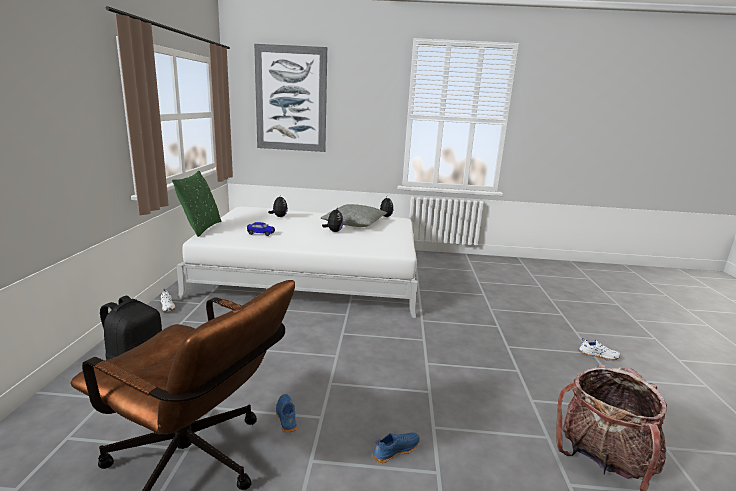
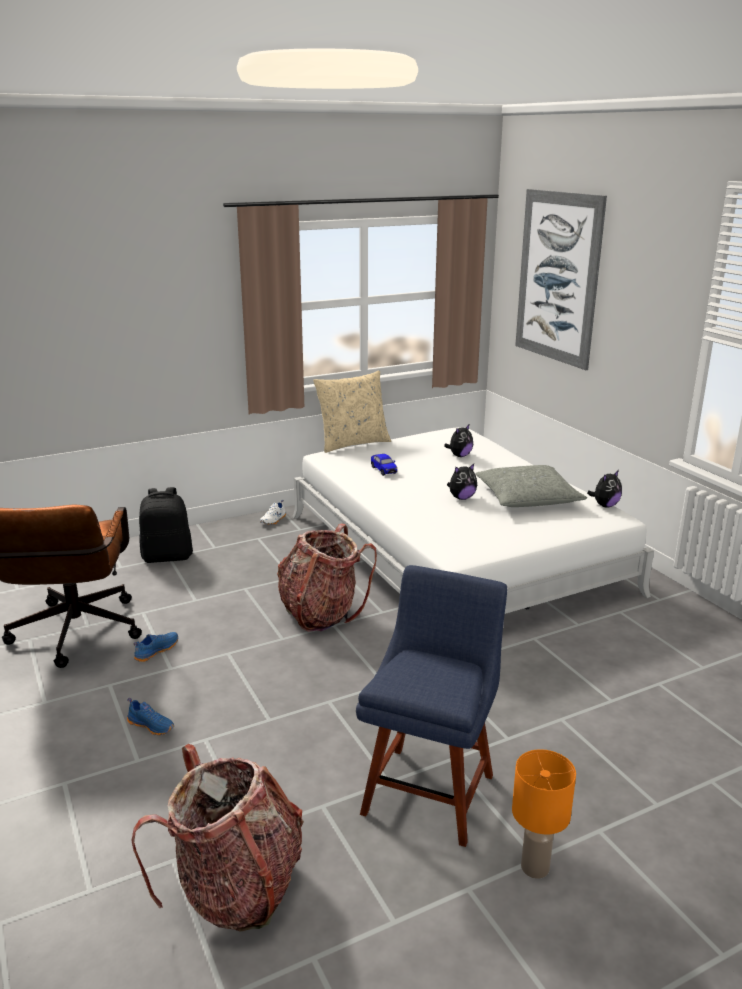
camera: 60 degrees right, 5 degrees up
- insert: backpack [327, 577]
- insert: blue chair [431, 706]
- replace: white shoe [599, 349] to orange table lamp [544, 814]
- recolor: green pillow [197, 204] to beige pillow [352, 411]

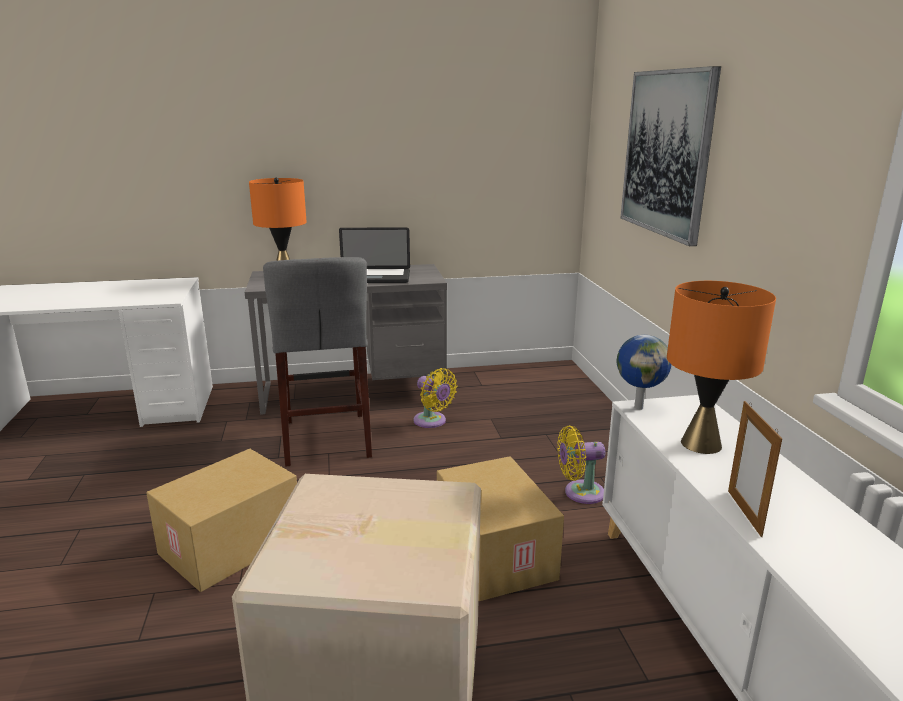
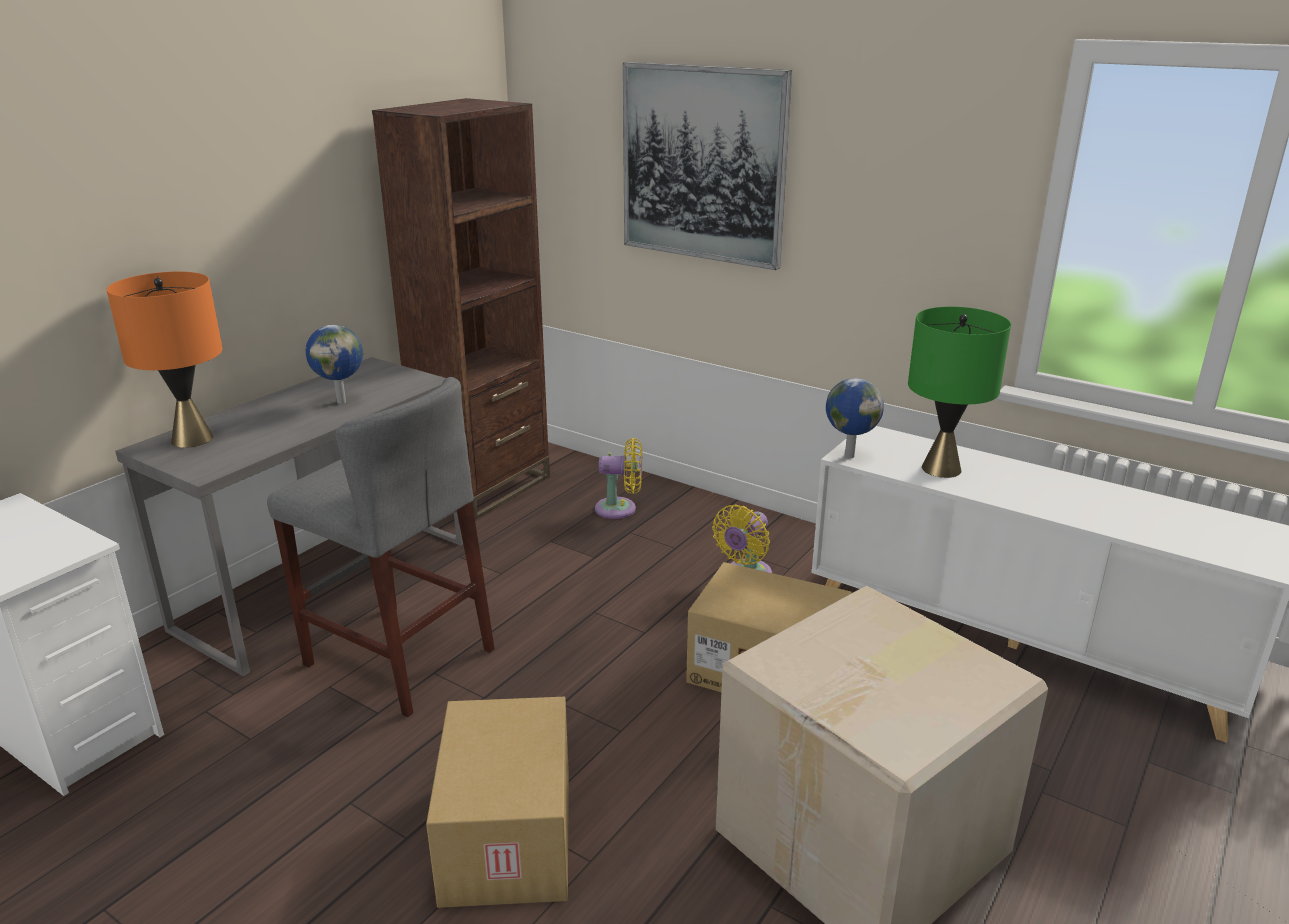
camera: 45 degrees left, 5 degrees up
- delete: picture frame [755, 469]
- insert: brown bookcase [461, 309]
- move: yellow fan [435, 398] to [618, 478]
- replace: laptop [374, 255] to globe [334, 364]
- recolor: orange table lamp [721, 367] to green table lamp [959, 392]

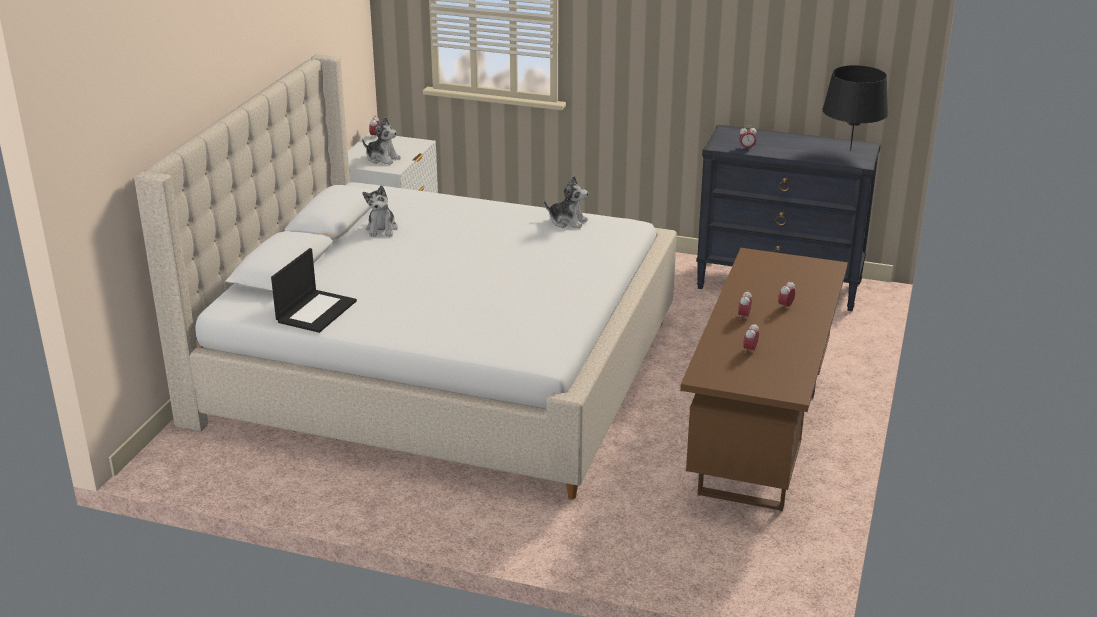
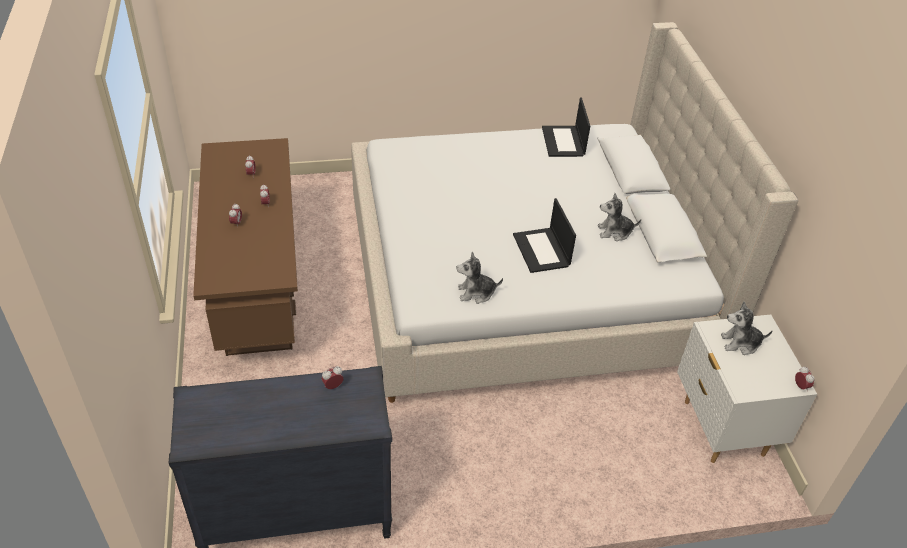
camera: 150 degrees right, 15 degrees up
- delete: black table lamp [855, 108]
- insert: laptop [544, 235]
- rotate: plush toy [380, 211] = [619, 217] 60 degrees counterclockwise

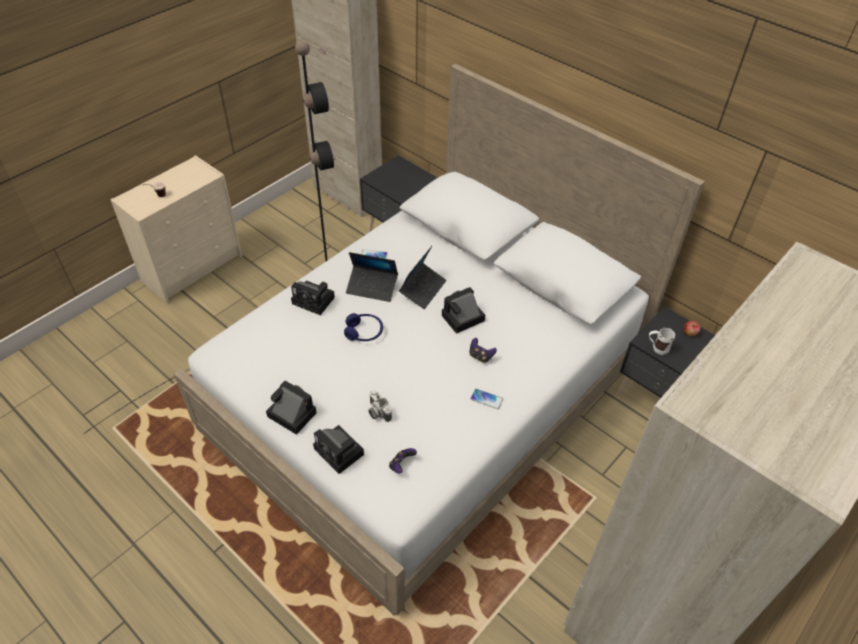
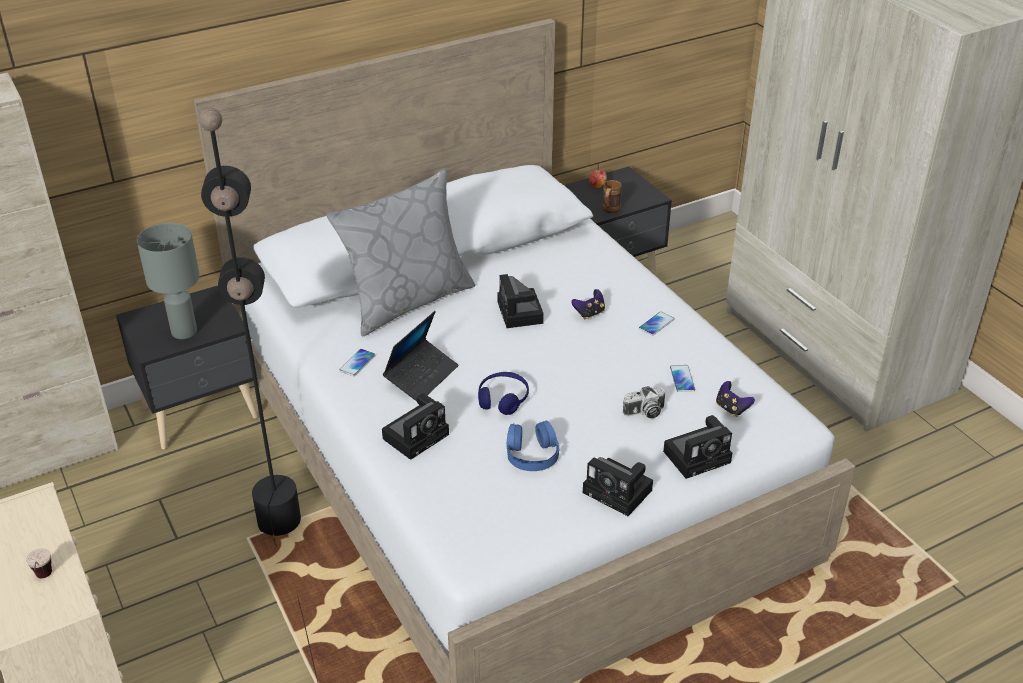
camera: 70 degrees left, 10 degrees down
- delete: laptop [423, 277]
- insert: grey table lamp [168, 281]
- insert: grey pillow [401, 252]
- insert: blue headphones [532, 445]
- insert: phone [682, 378]
- recolor: white mug [662, 341] to brown mug [612, 196]
- rotate: photo camera [291, 408] = [618, 486] 105 degrees counterclockwise

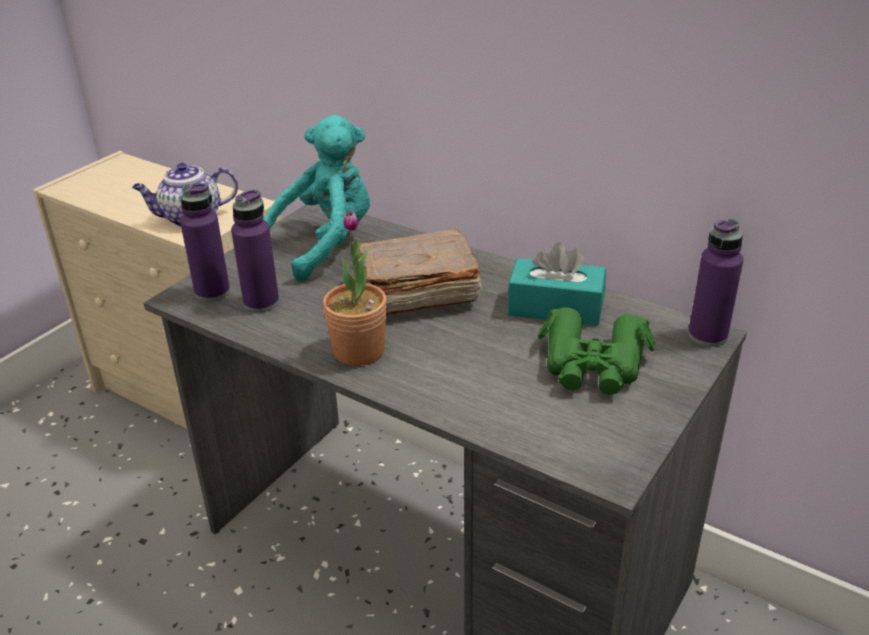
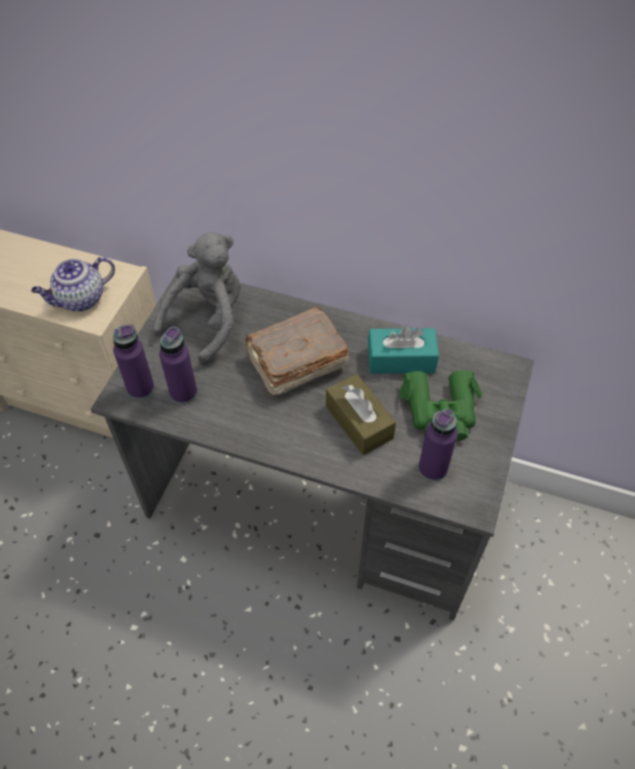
camera: 15 degrees left, 20 degrees up
- delete: potted plant [355, 288]
- insert: brown tissue box [361, 414]
- move: purple bottle [715, 282] to [438, 444]
- recolor: turquoise plush toy [316, 198] to grey plush toy [196, 298]

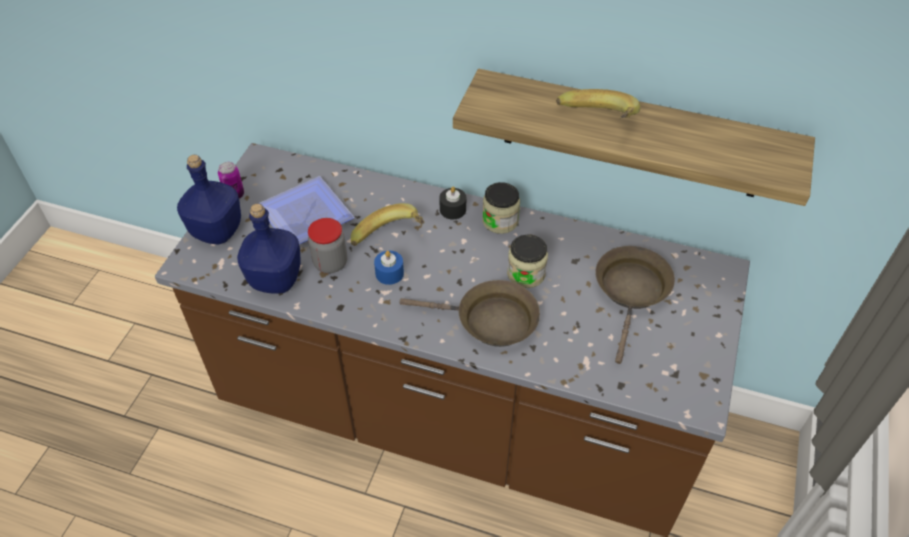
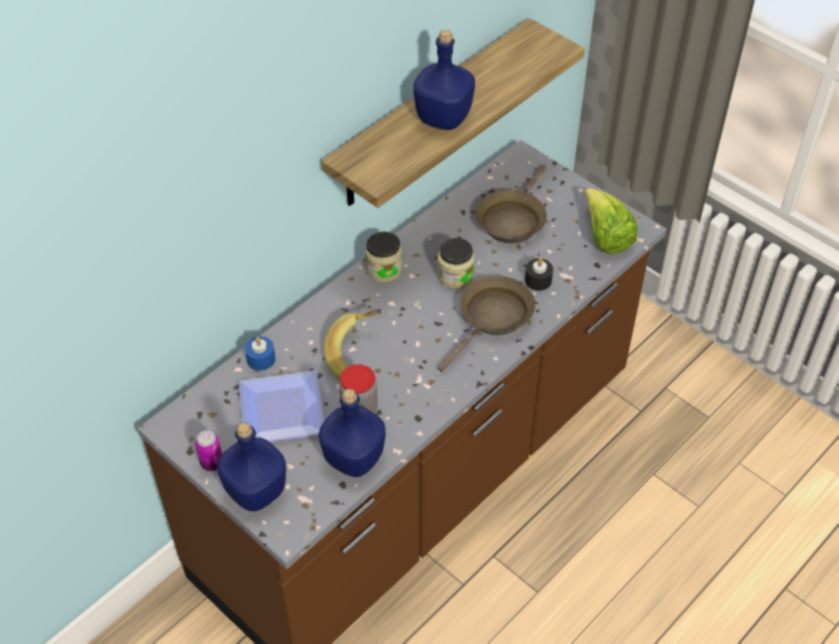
camera: 65 degrees left, 0 degrees up
- insert: lettuce [611, 221]
- move: blue candle [389, 268] to [260, 353]
- move: black candle [452, 203] to [539, 274]
- replace: banana [598, 104] to blue bottle [444, 80]
- rotate: brown frying pan [635, 305] = [511, 203] 105 degrees counterclockwise

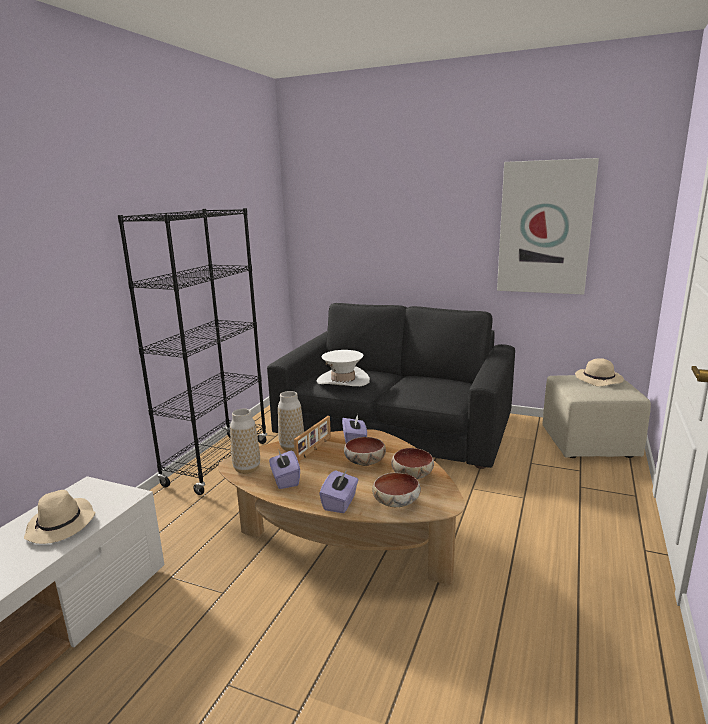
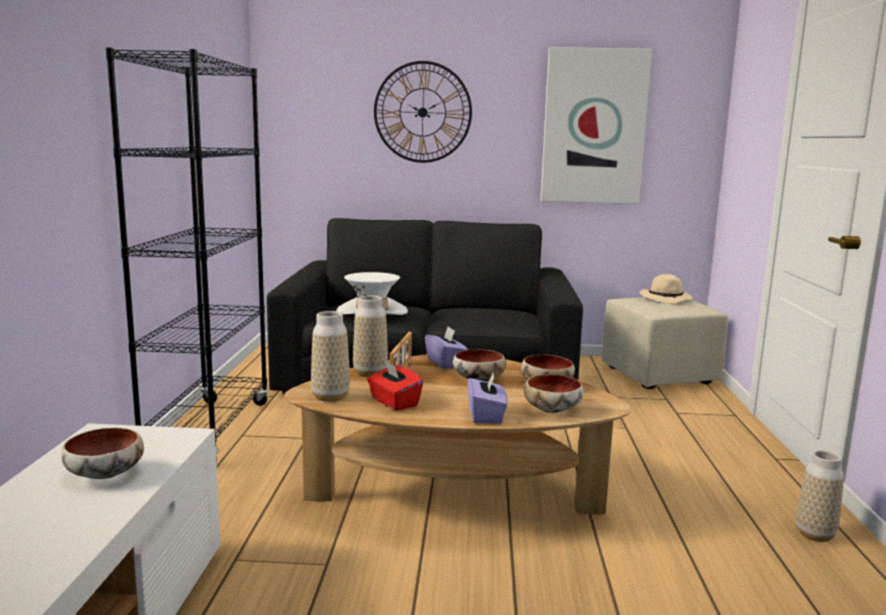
camera: 20 degrees left, 5 degrees down
- insert: wall clock [423, 112]
- insert: vase [820, 496]
- replace: beige hat [59, 517] to bowl [102, 453]
- recolor: purple tissue box [284, 469] to red tissue box [395, 385]

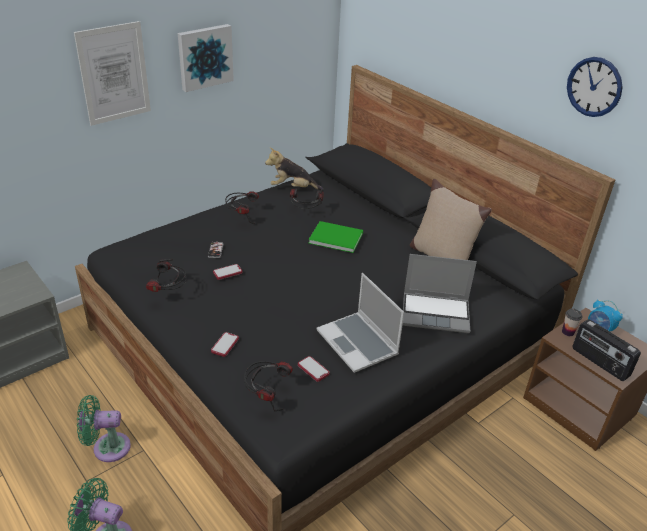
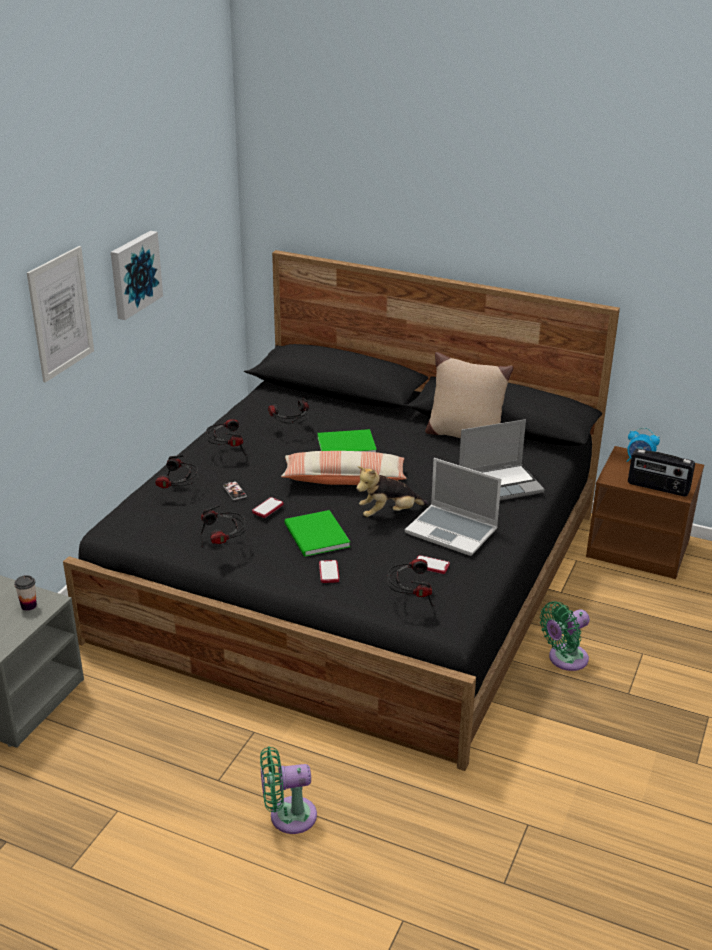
camera: 25 degrees left, 5 degrees down
- delete: wall clock [595, 87]
- insert: headphones [177, 472]
- insert: pillow [343, 468]
- insert: green book [317, 533]
- move: green fan [104, 428] to [565, 636]
- move: plush toy [294, 168] to [392, 491]
- move: cup [572, 322] to [25, 593]

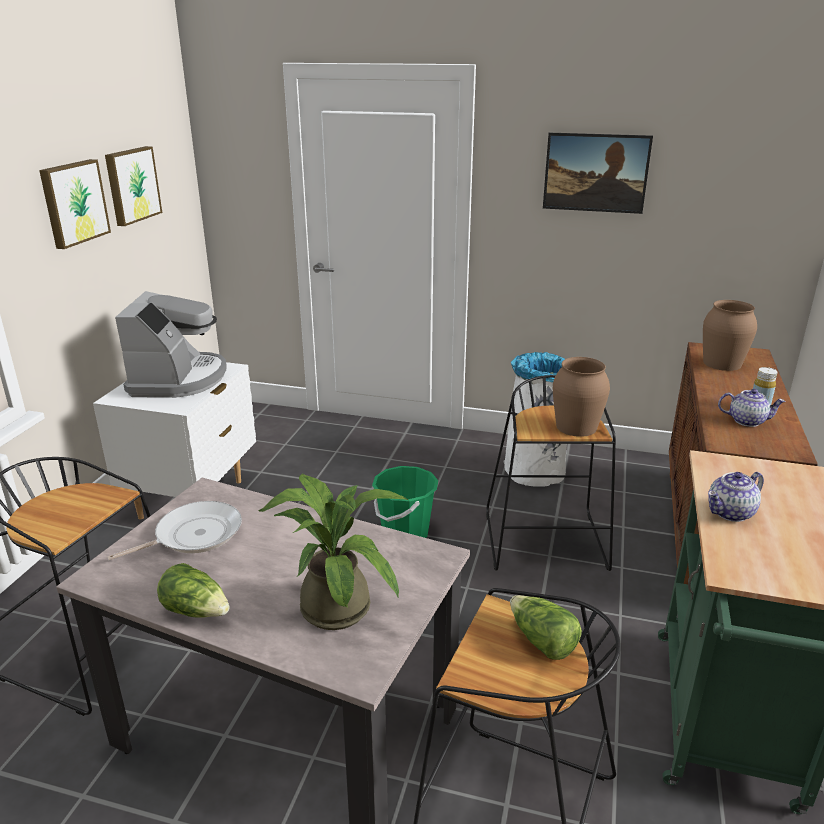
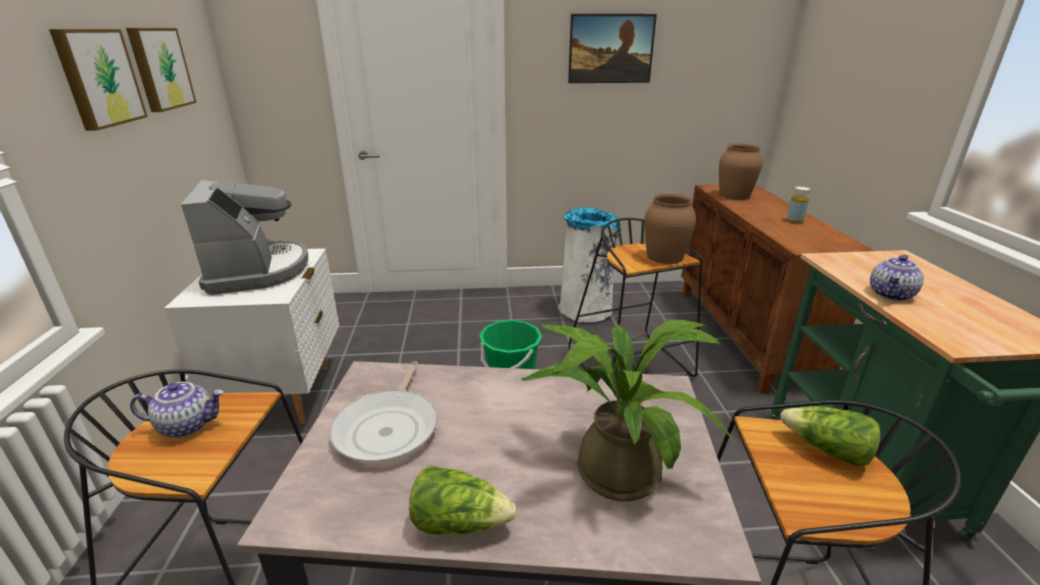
camera: 20 degrees left, 0 degrees up
- move: teapot [752, 408] to [177, 410]
- rotate: frying pan [174, 530] = [383, 412] 150 degrees clockwise

